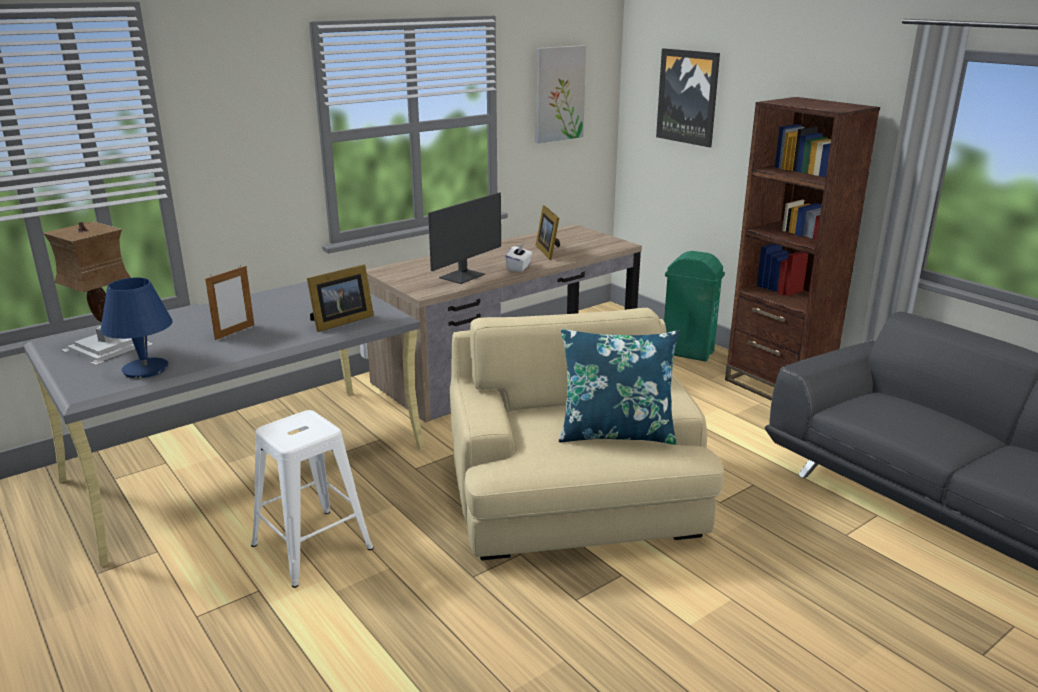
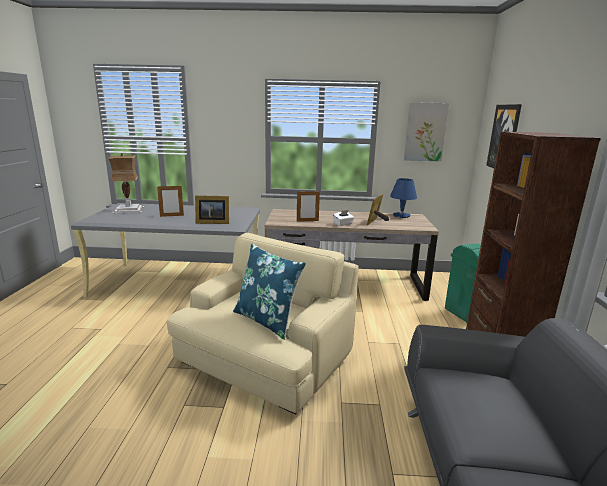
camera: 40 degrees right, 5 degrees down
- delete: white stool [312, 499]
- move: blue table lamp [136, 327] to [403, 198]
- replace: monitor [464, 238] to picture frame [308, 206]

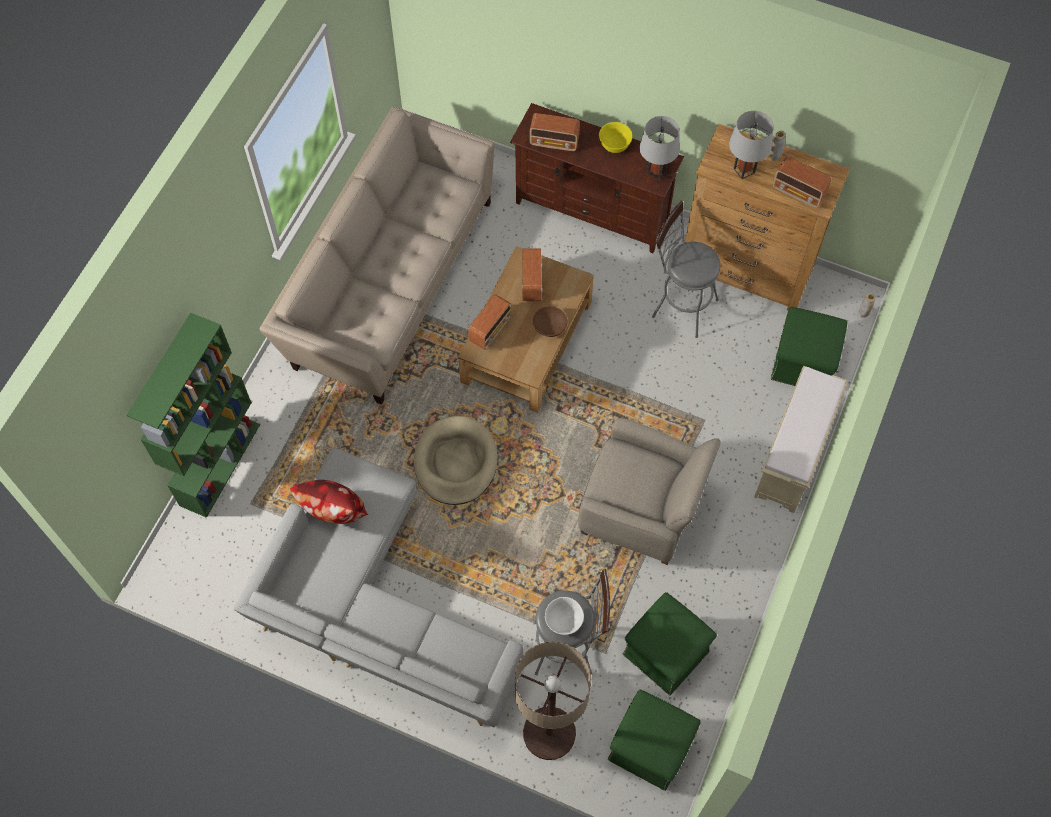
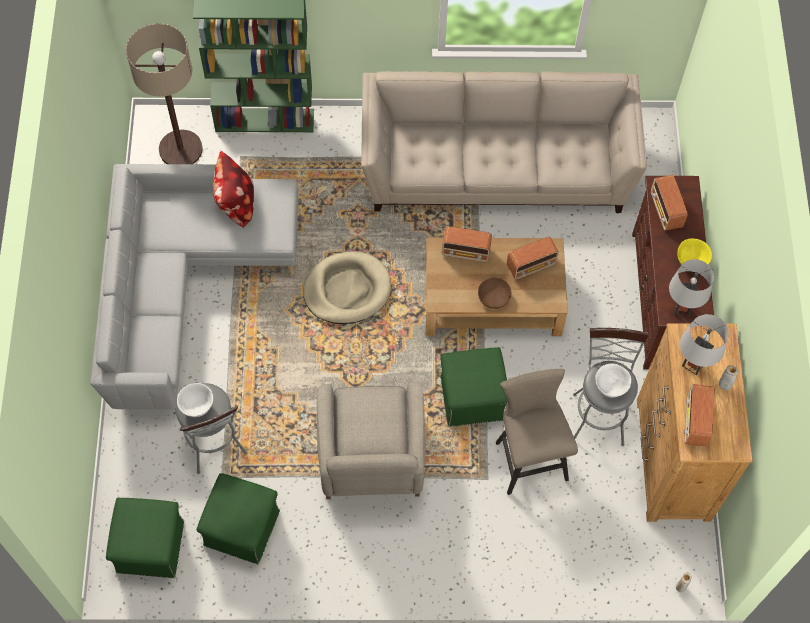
camera: 65 degrees right, 0 degrees up
- delete: beige bench [801, 439]
- insert: beige stool [537, 432]
- insert: white bowl [613, 380]
- move: floor lamp [553, 701] to [164, 93]
- move: green ottoman [809, 346] to [473, 387]

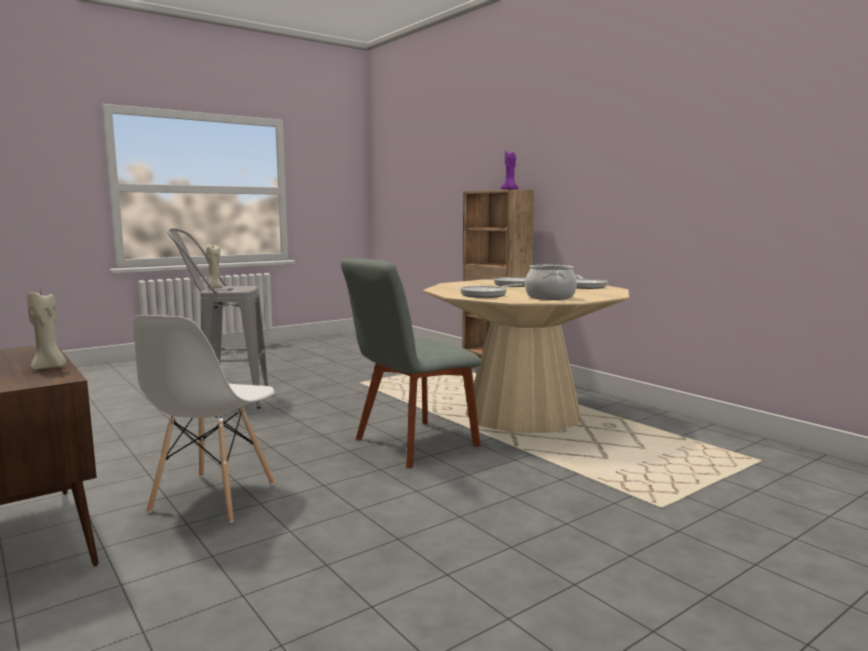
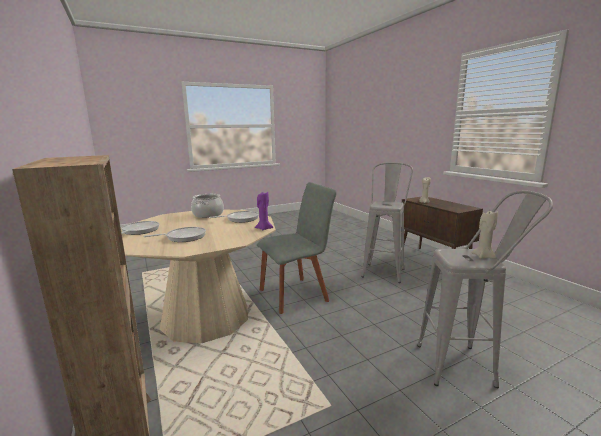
camera: 170 degrees left, 5 degrees up
- move: purple candle [509, 170] to [264, 211]
- replace: white chair [204, 419] to grey stool [387, 222]

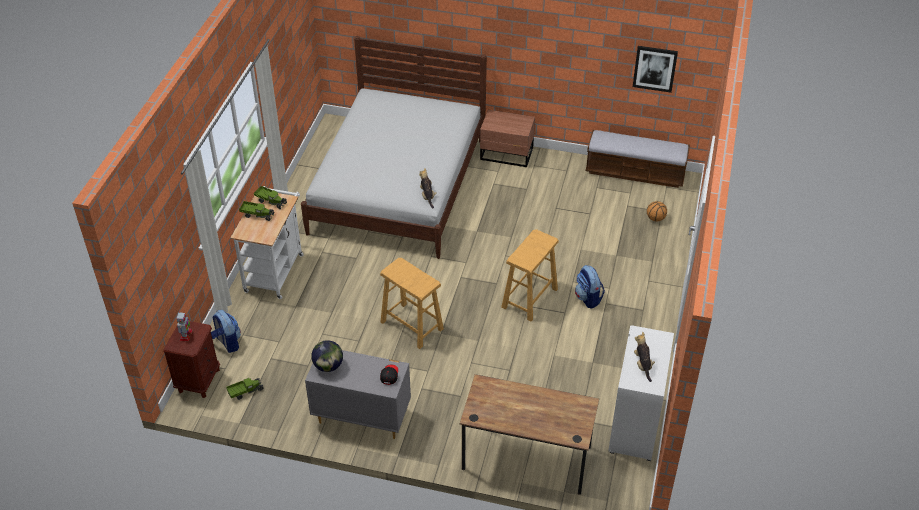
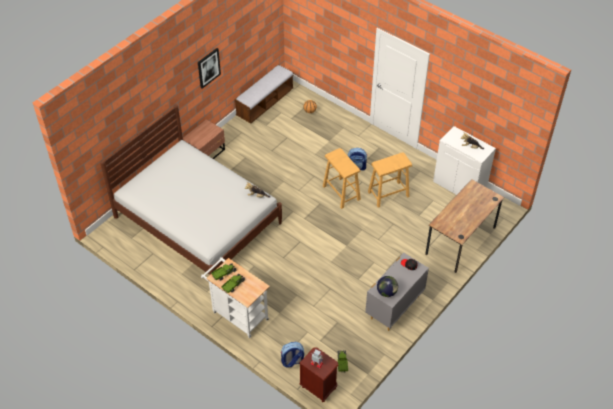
camera: 65 degrees left, 5 degrees up
- move: beige stool [412, 303] to [390, 180]
- move: picture [655, 69] to [209, 68]

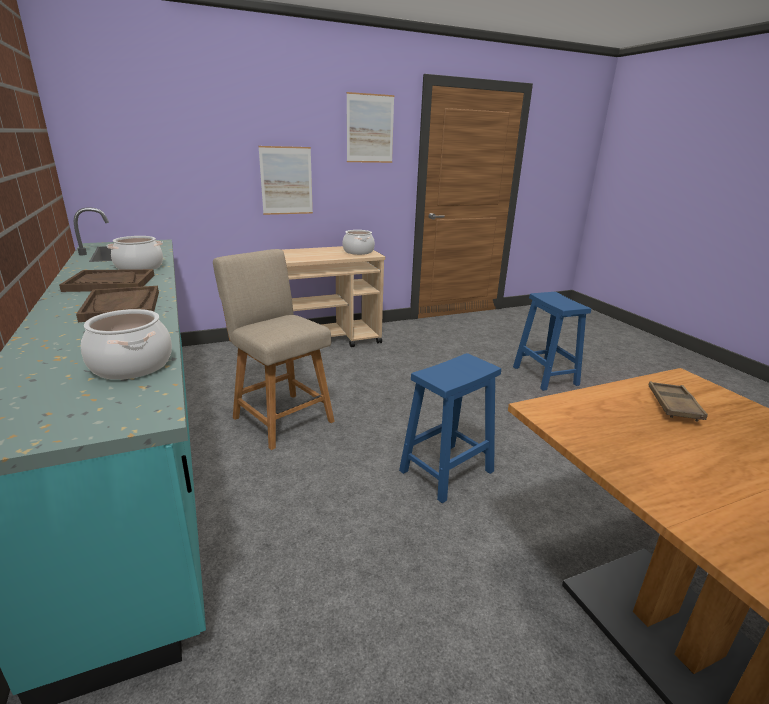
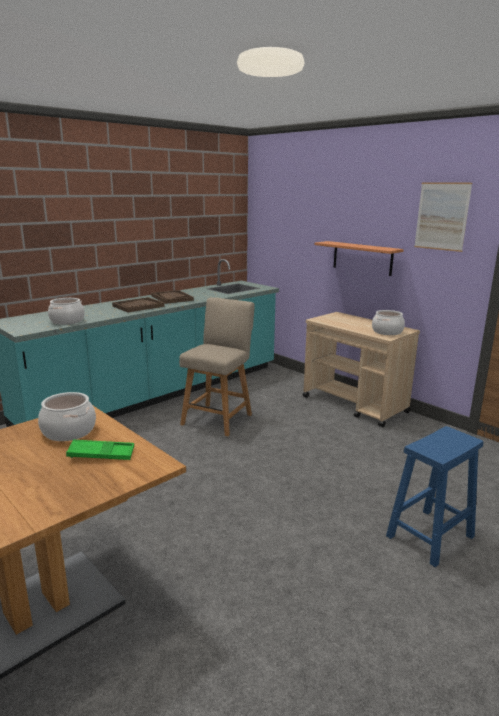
camera: 70 degrees right, 5 degrees down
- delete: blue stool [450, 428]
- move: cooking pot [135, 253] to [67, 416]
- replace: picture [285, 180] to shelf [359, 258]
- recolor: brown tray [678, 401] to green tray [100, 449]

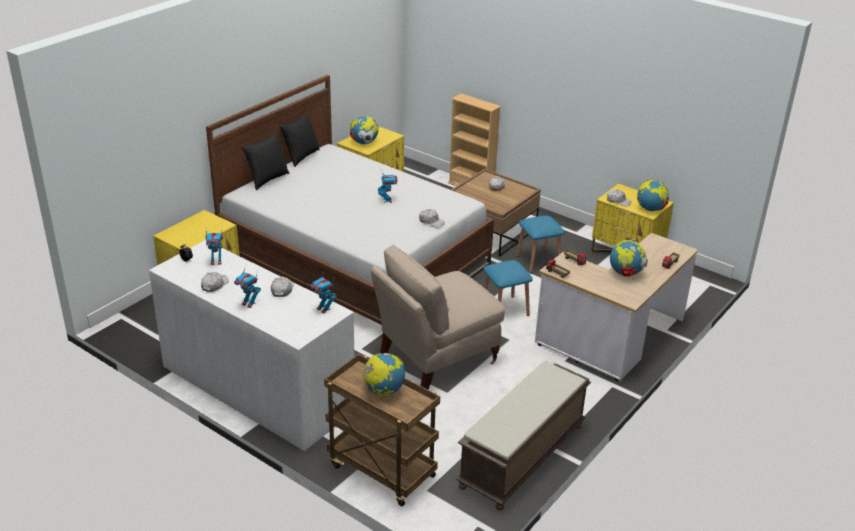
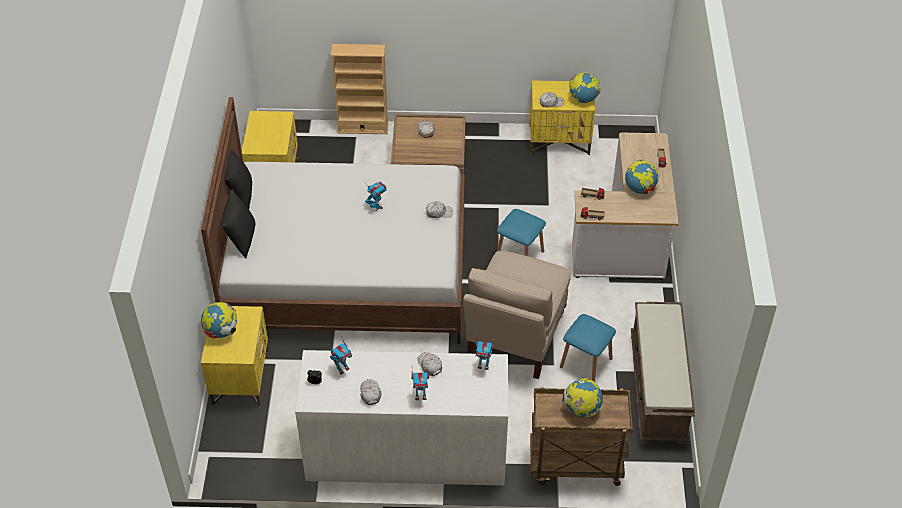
camera: 35 degrees left, 15 degrees up
- move: globe [364, 130] to [219, 320]
- move: blue stool [540, 244] to [588, 348]

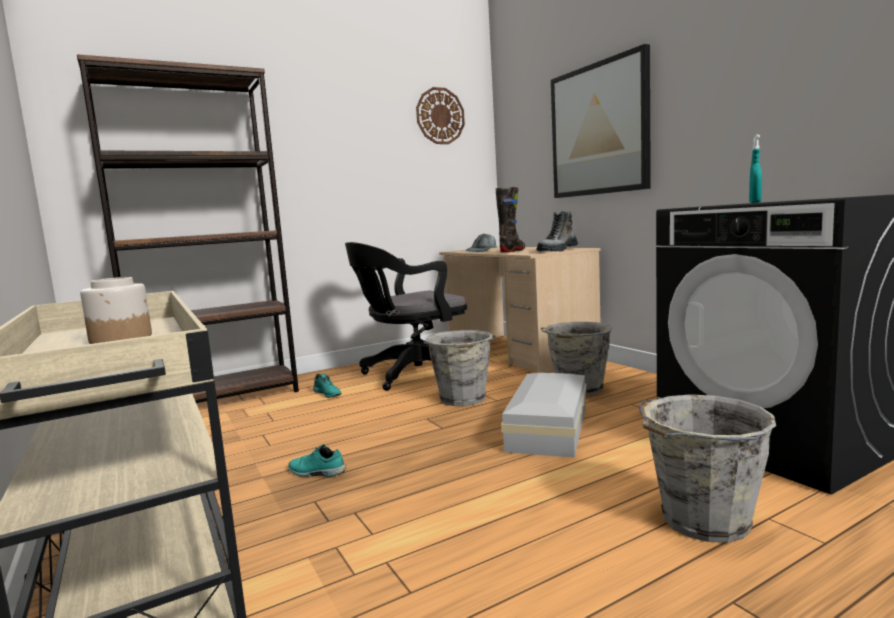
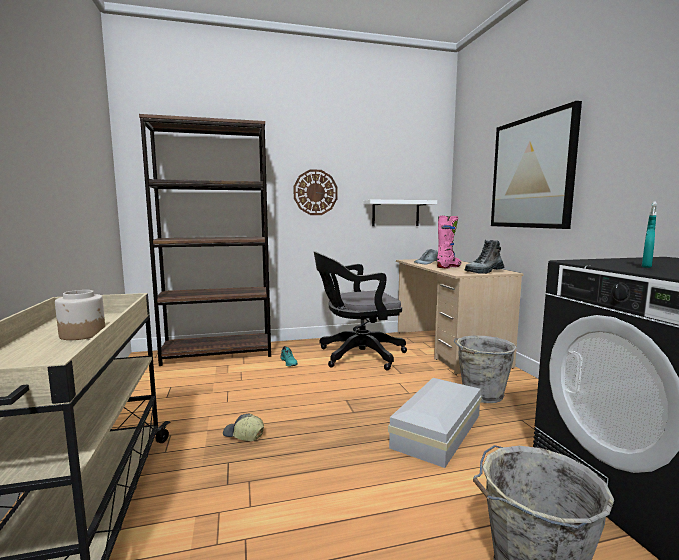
camera: 15 degrees right, 0 degrees up
- delete: grey bucket [459, 368]
- insert: white shelf [400, 213]
- move: wall clock [440, 115] to [315, 192]
- replace: turquoise shoe [317, 460] to cap [243, 427]
- recolor: black boot [510, 219] to pink boot [449, 242]

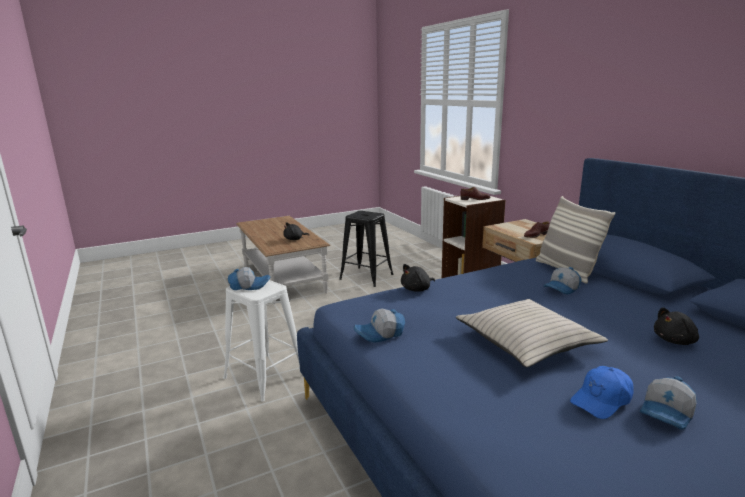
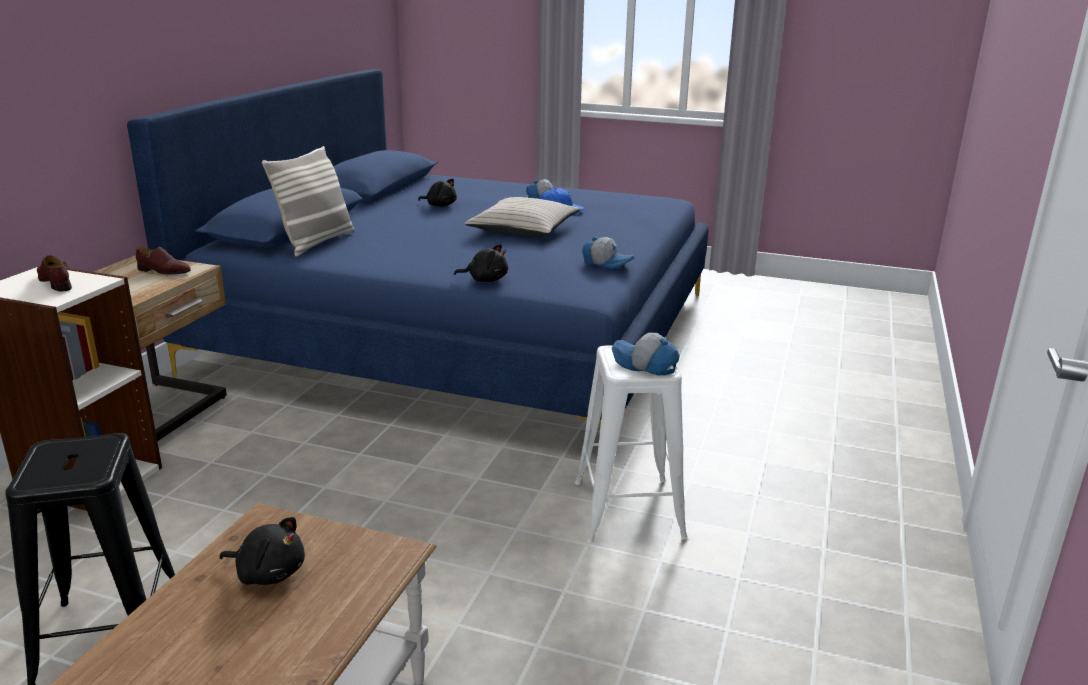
camera: 135 degrees left, 5 degrees up
- delete: cap [562, 281]

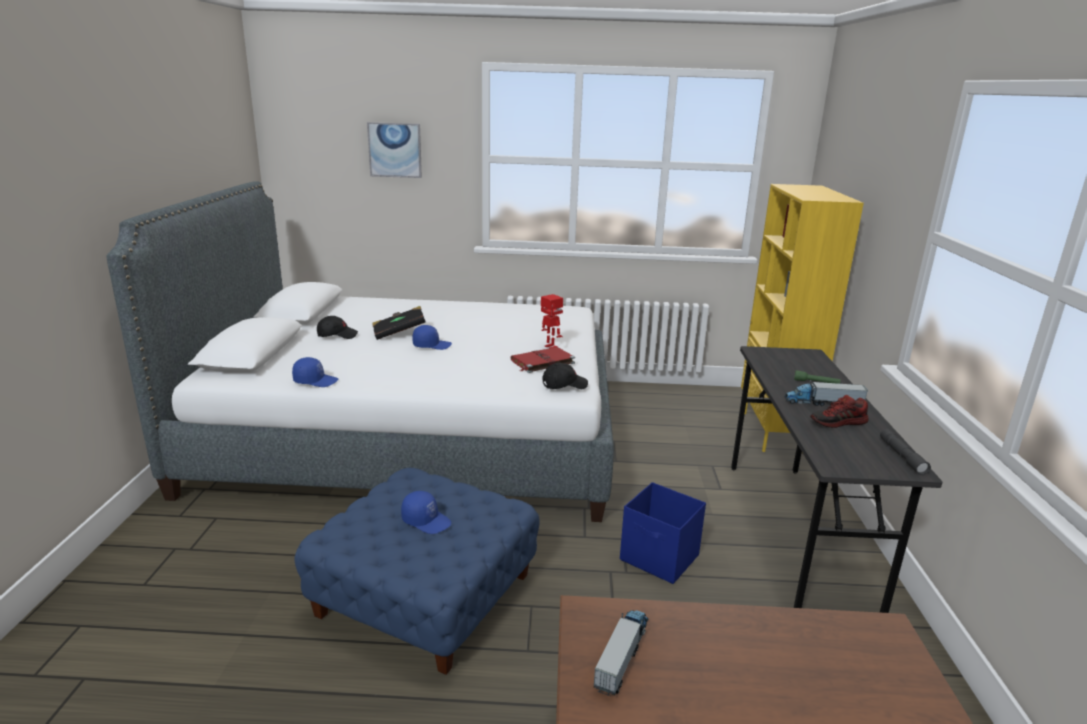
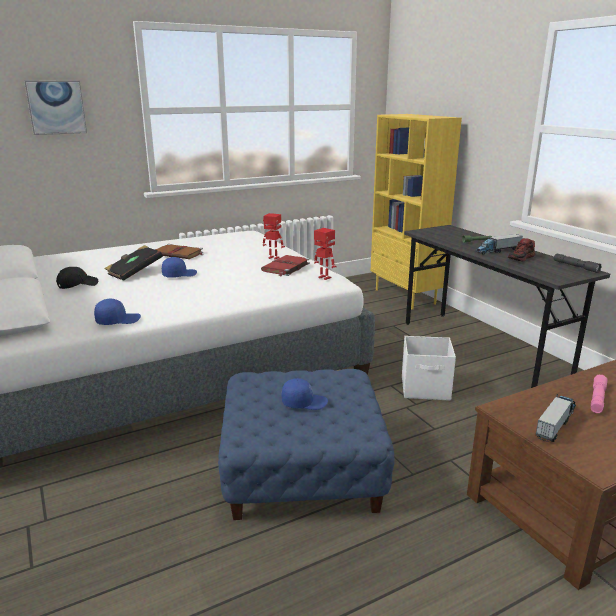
camera: 30 degrees left, 0 degrees up
- insert: brown book [179, 251]
- insert: pink flashlight [599, 394]
- replace: black cap [565, 376] to toy robot [325, 254]
- recolor: blue storage box [663, 533] to white storage box [429, 368]
- rotate: toy truck [621, 653] = [556, 418] 45 degrees clockwise

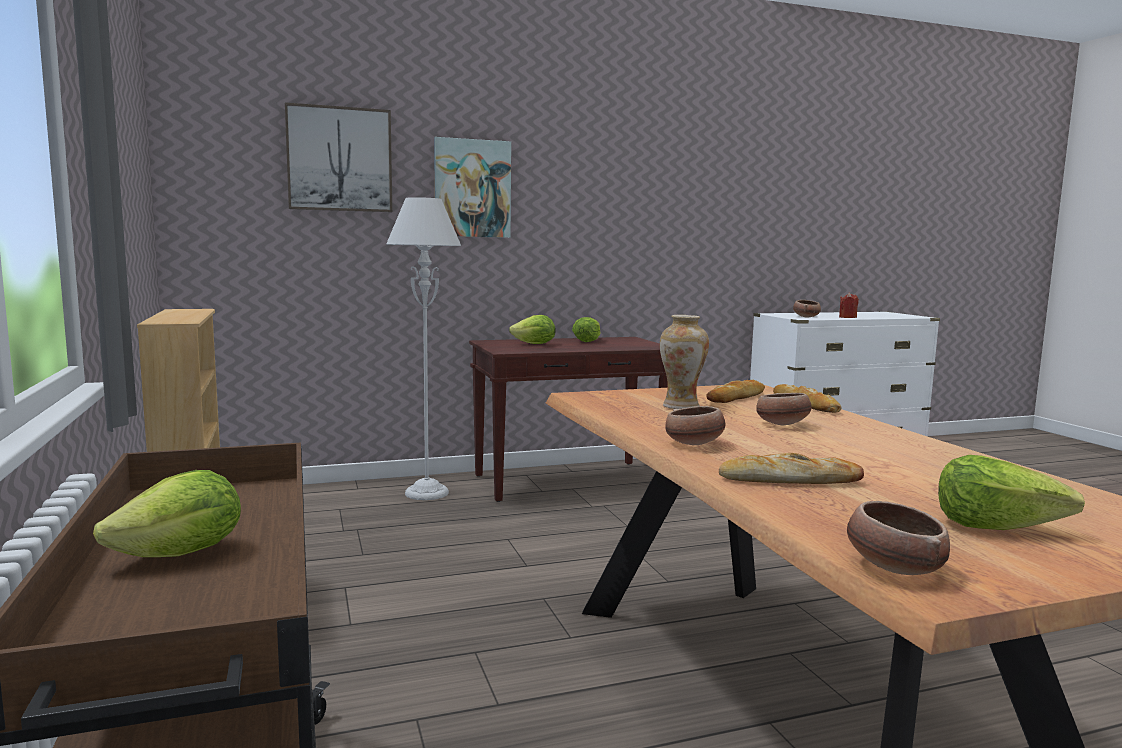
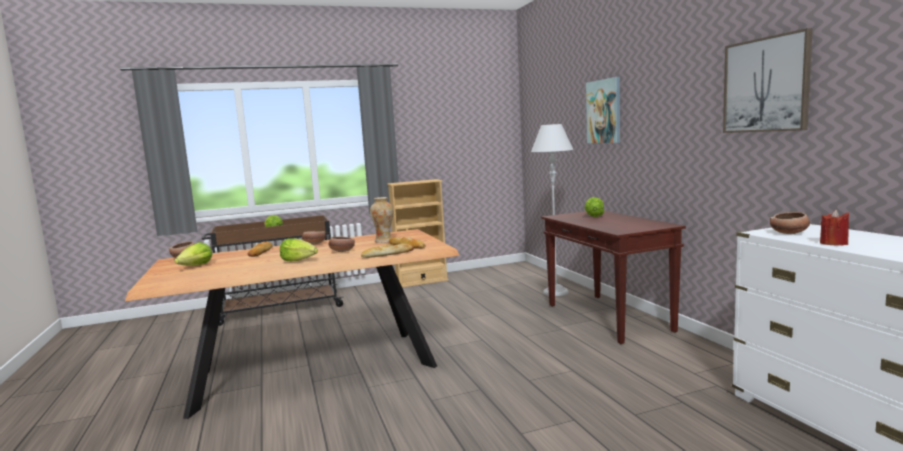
camera: 90 degrees right, 0 degrees up
- move: picture [338, 157] to [768, 80]
- move: lettuce [586, 329] to [299, 249]

